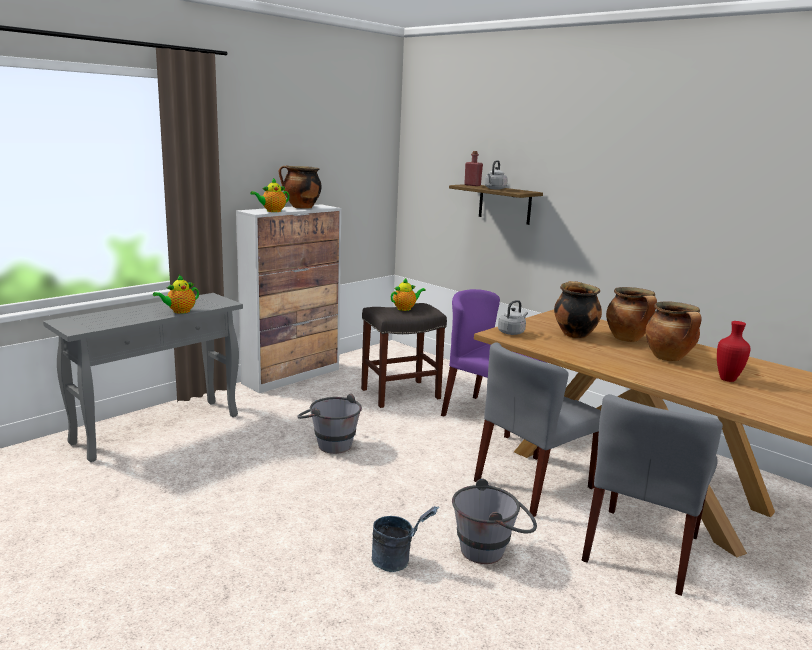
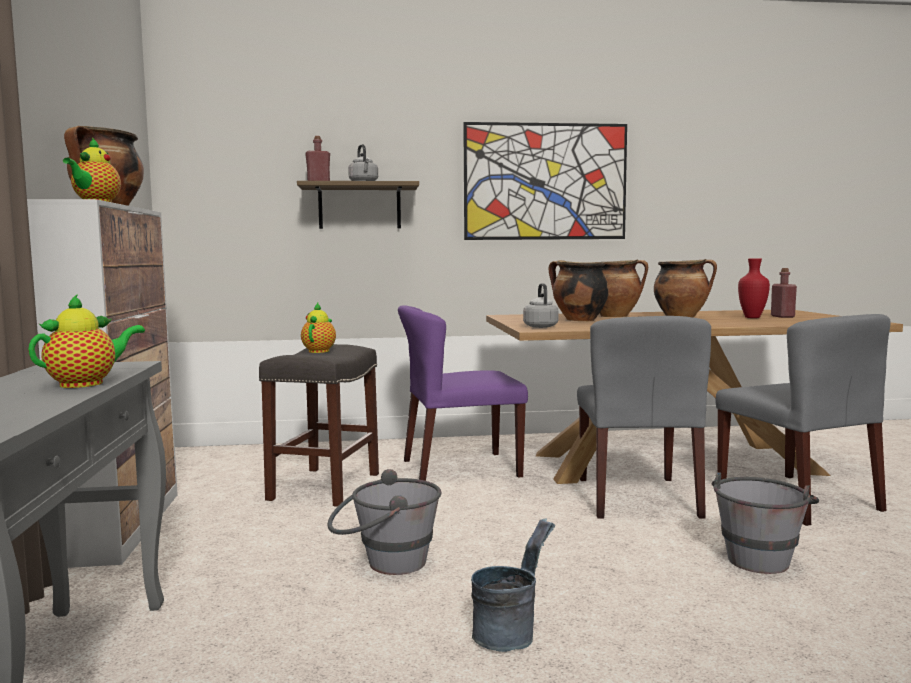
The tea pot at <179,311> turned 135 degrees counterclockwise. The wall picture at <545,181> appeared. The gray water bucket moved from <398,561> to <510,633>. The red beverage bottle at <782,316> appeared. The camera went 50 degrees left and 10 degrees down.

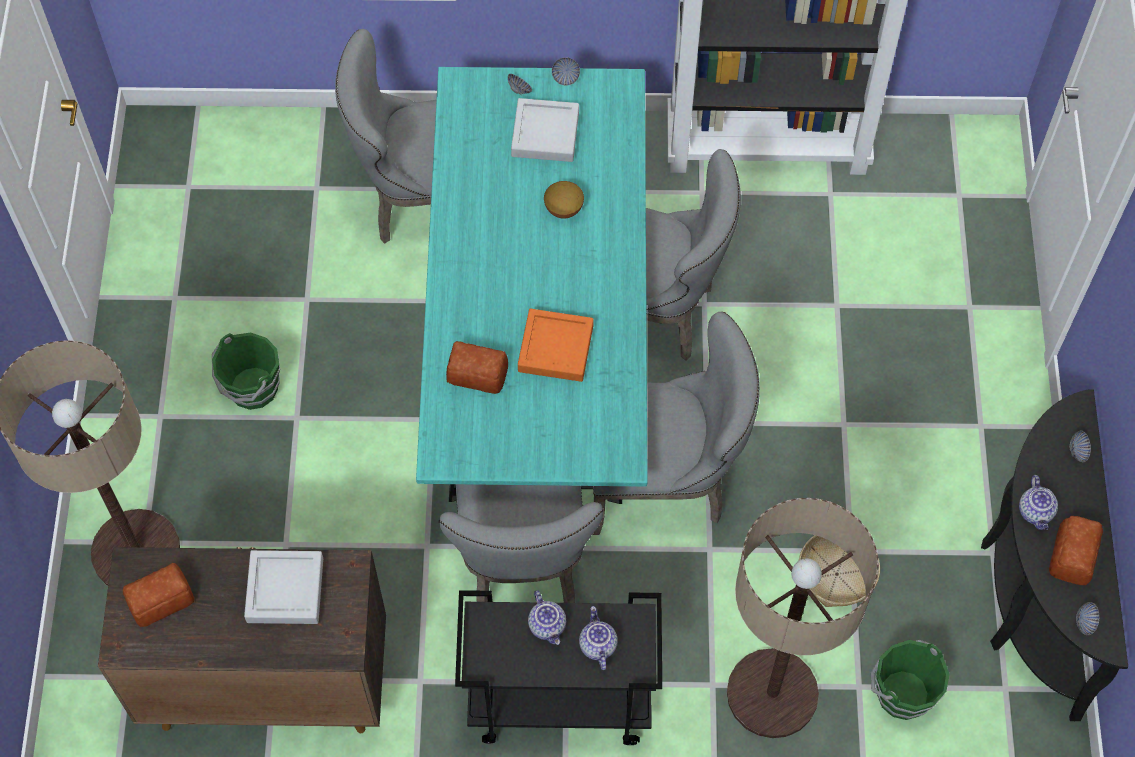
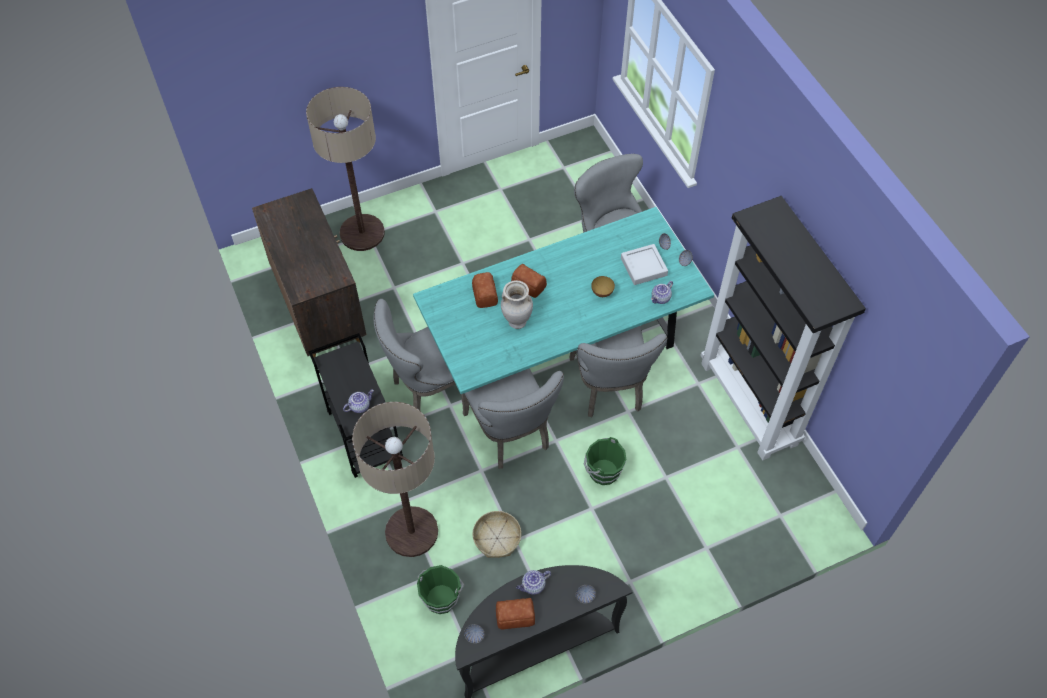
The orangey tray at <555,348> was replaced by the beige flower vase at <517,321>. The bakery bread moved from <162,599> to <529,285>. The greenish water bucket moved from <252,389> to <603,471>. The tea pot moved from <548,626> to <661,298>. The gray tray at <285,590> disappeared. The camera went 65 degrees right and 5 degrees down.

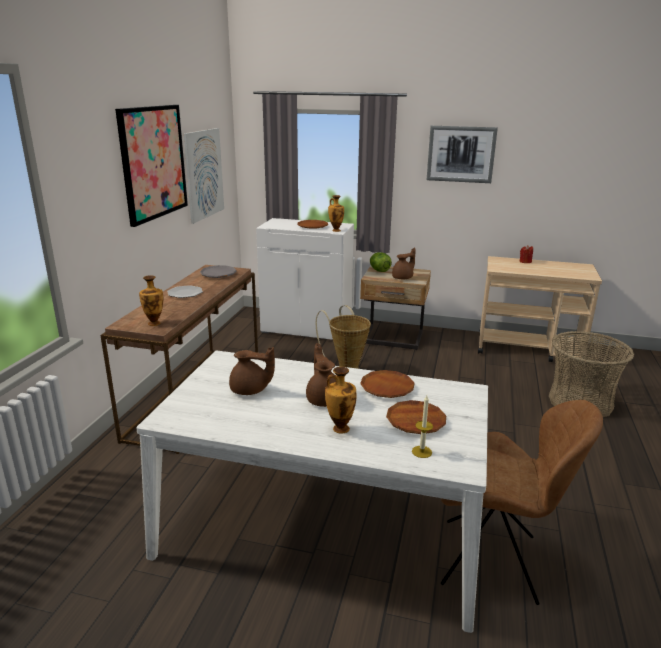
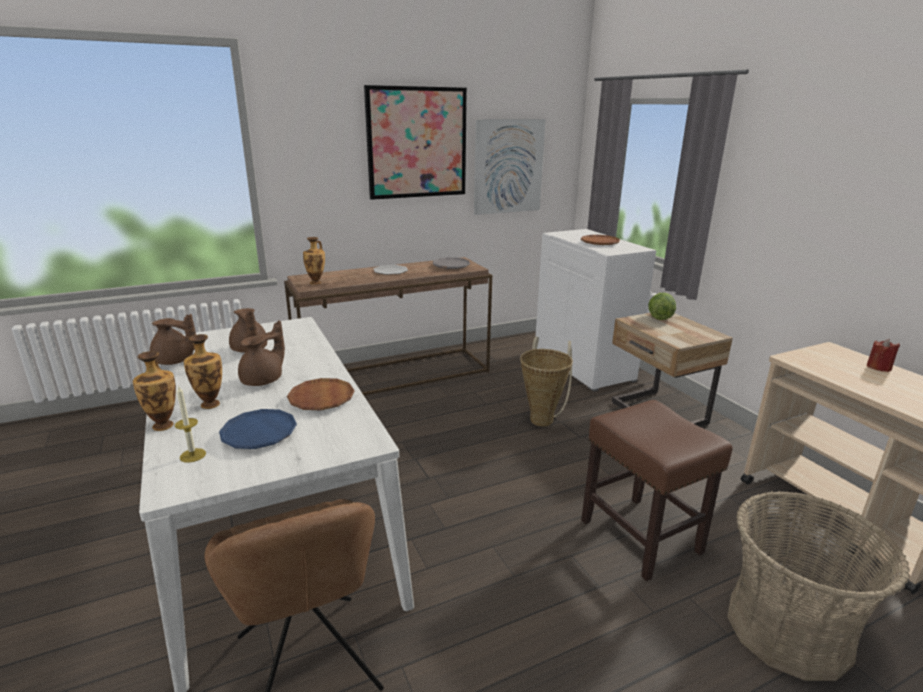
The flower vase moved from <336,230> to <163,425>. The brown tea pot moved from <403,278> to <175,361>. The brown flat dish at <415,421> became the blue flat dish at <259,433>. The brown stool at <642,537> appeared. The wall picture at <461,154> disappeared. The camera went 50 degrees right and 0 degrees up.

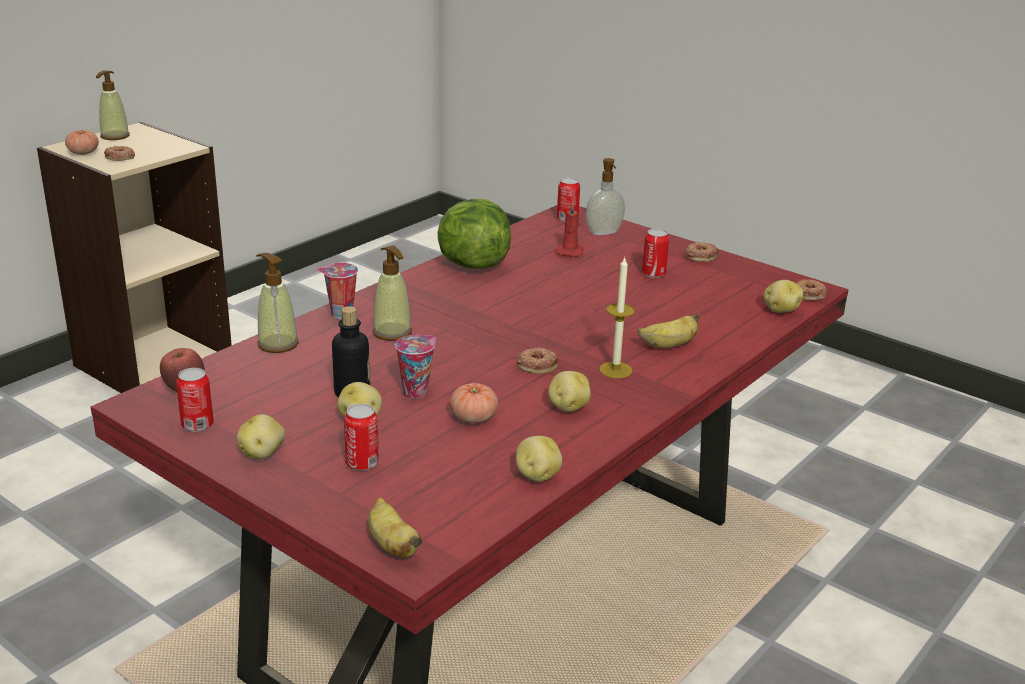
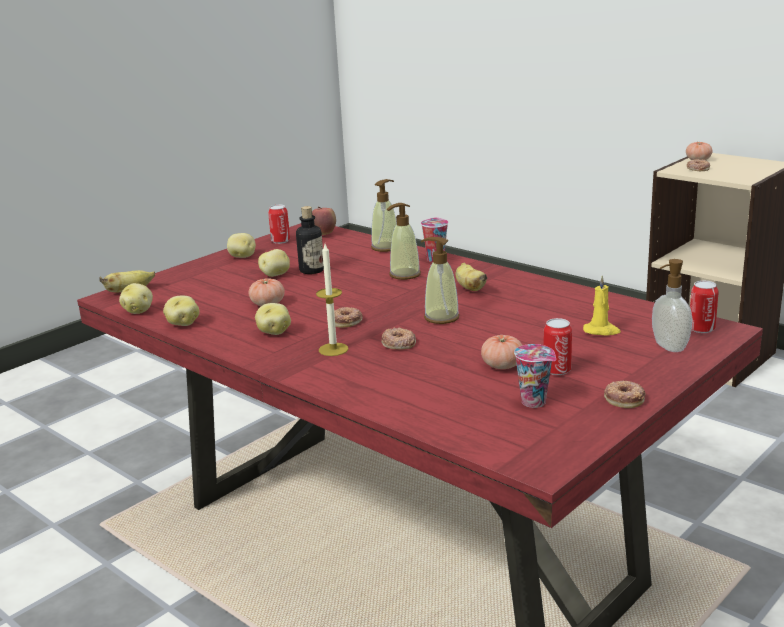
The potato moved from <780,310> to <138,311>. The donut moved from <809,294> to <398,343>. The liquid soap bottle moved from <115,136> to <441,317>. The banana moved from <668,346> to <469,288>. The whole tomato at <502,365> appeared. The cup moved from <416,392> to <535,402>. The red candle at <570,252> became the yellowish candle at <601,331>. The metal can at <362,463> disappeared. The lettuce head at <472,264> disappeared. The camera went 95 degrees right and 5 degrees down.

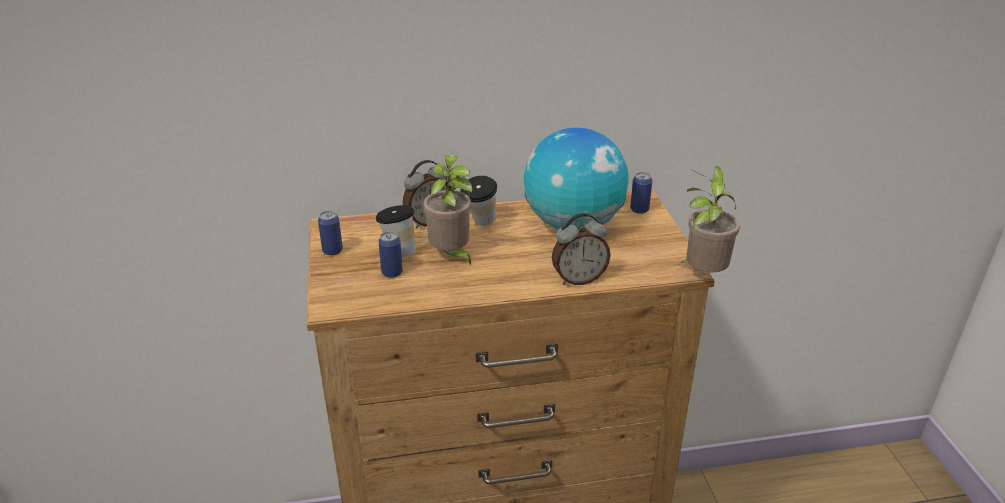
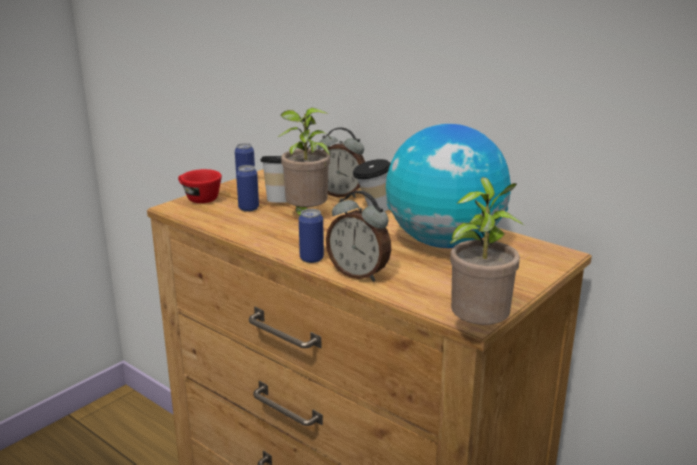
The red cup at <198,198> appeared. The metal can moved from <639,210> to <311,258>. The camera went 50 degrees right and 10 degrees down.

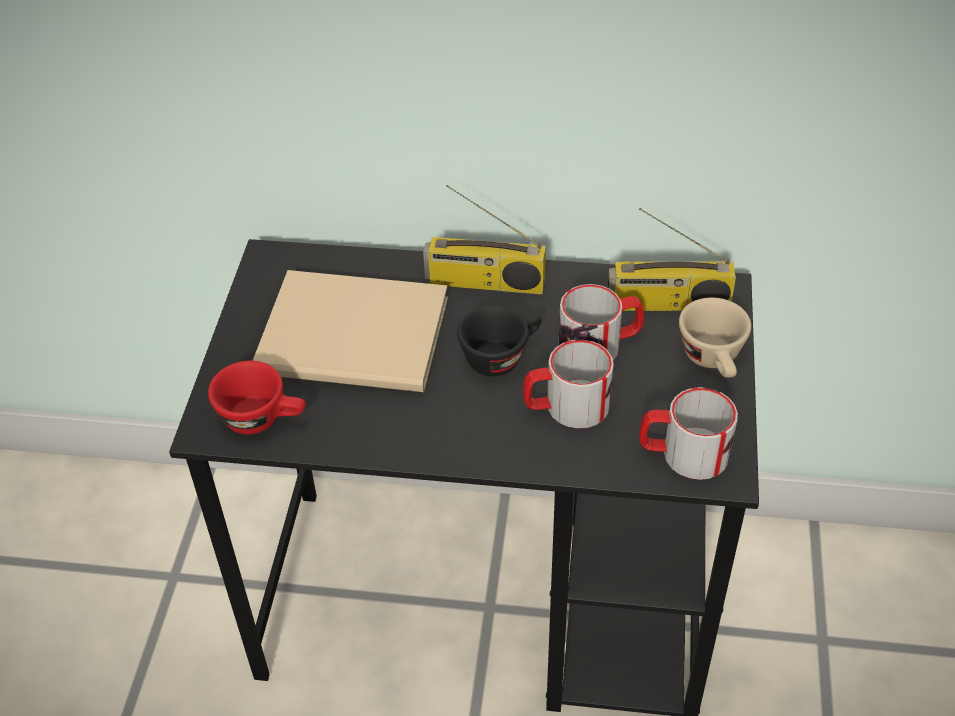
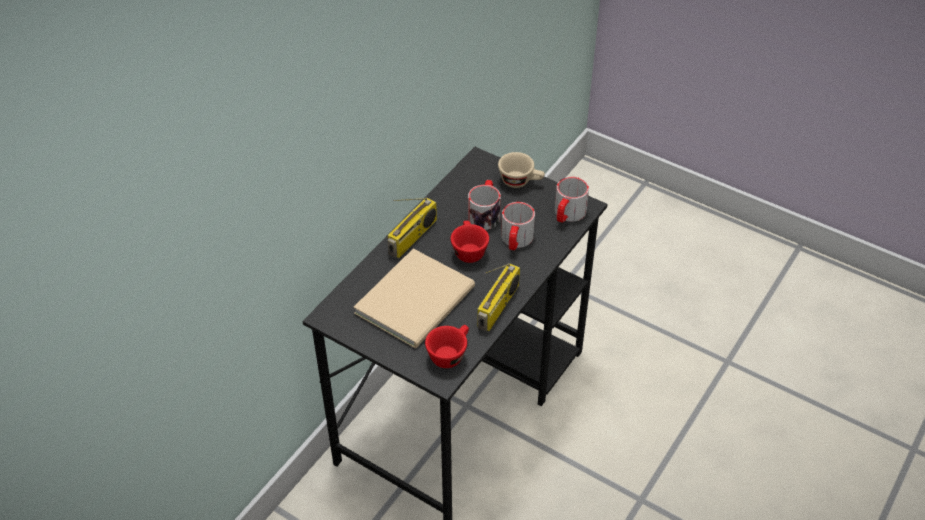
The black cup at <501,356> became the red cup at <468,250>. The radio receiver moved from <667,304> to <498,307>. The camera went 65 degrees left and 0 degrees up.

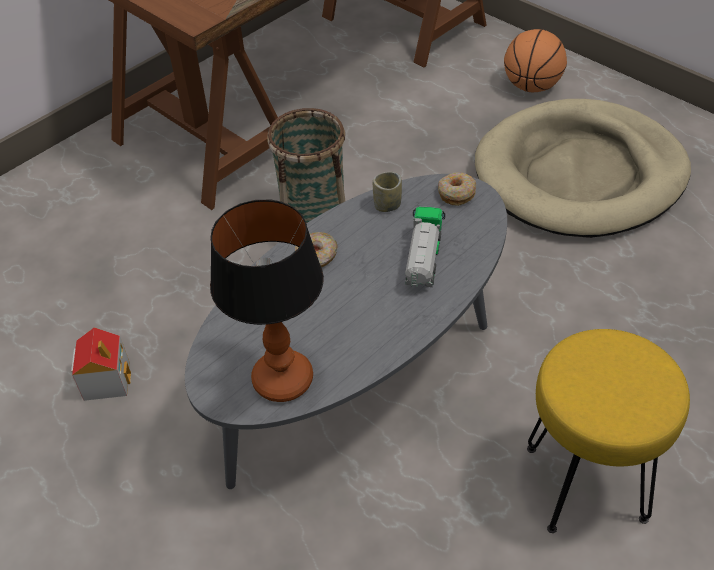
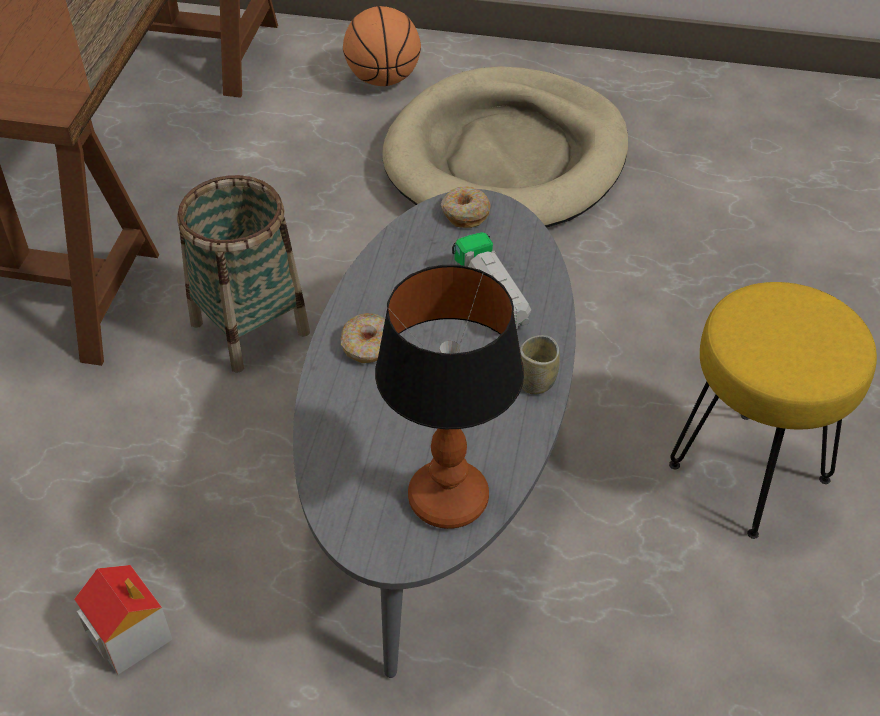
The cup moved from <387,205> to <536,382>. The camera went 35 degrees left and 0 degrees up.

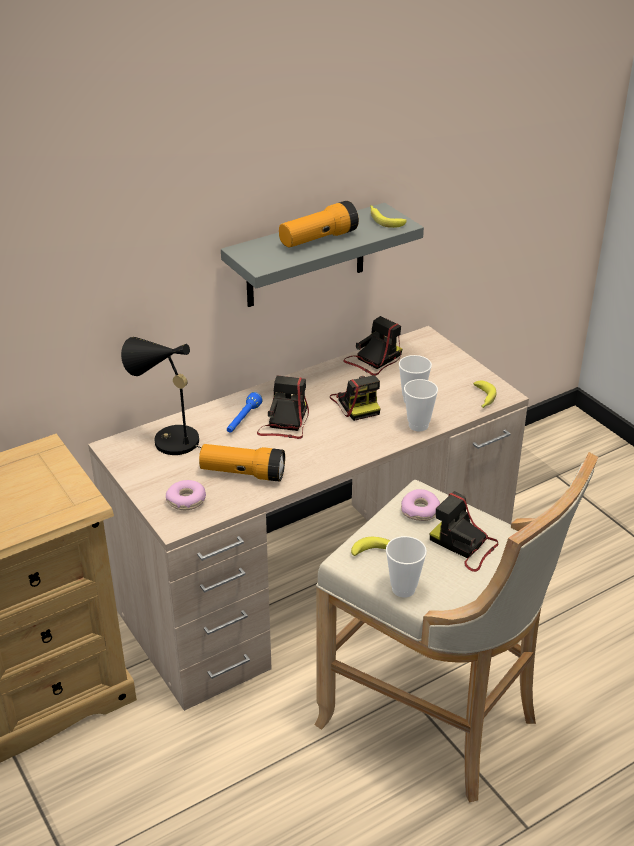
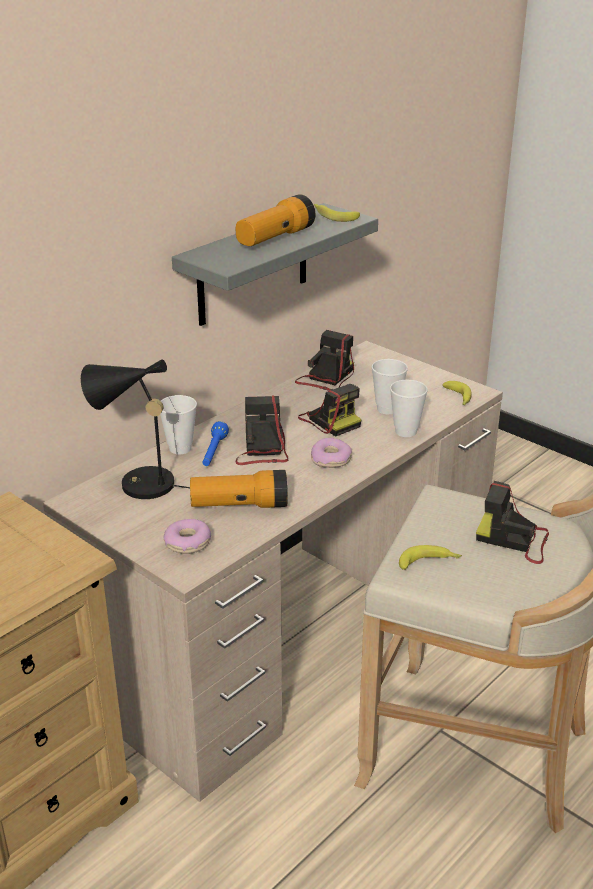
The cup moved from <403,589> to <180,448>. The donut moved from <420,511> to <331,459>. The camera went 15 degrees left and 5 degrees down.

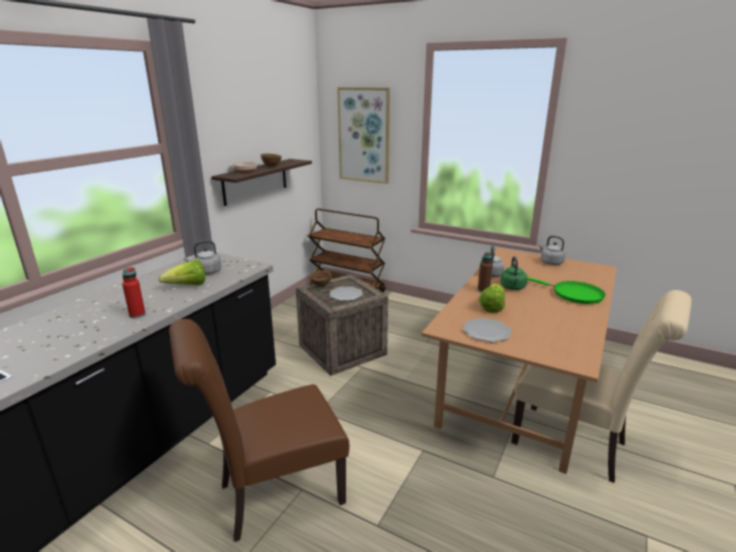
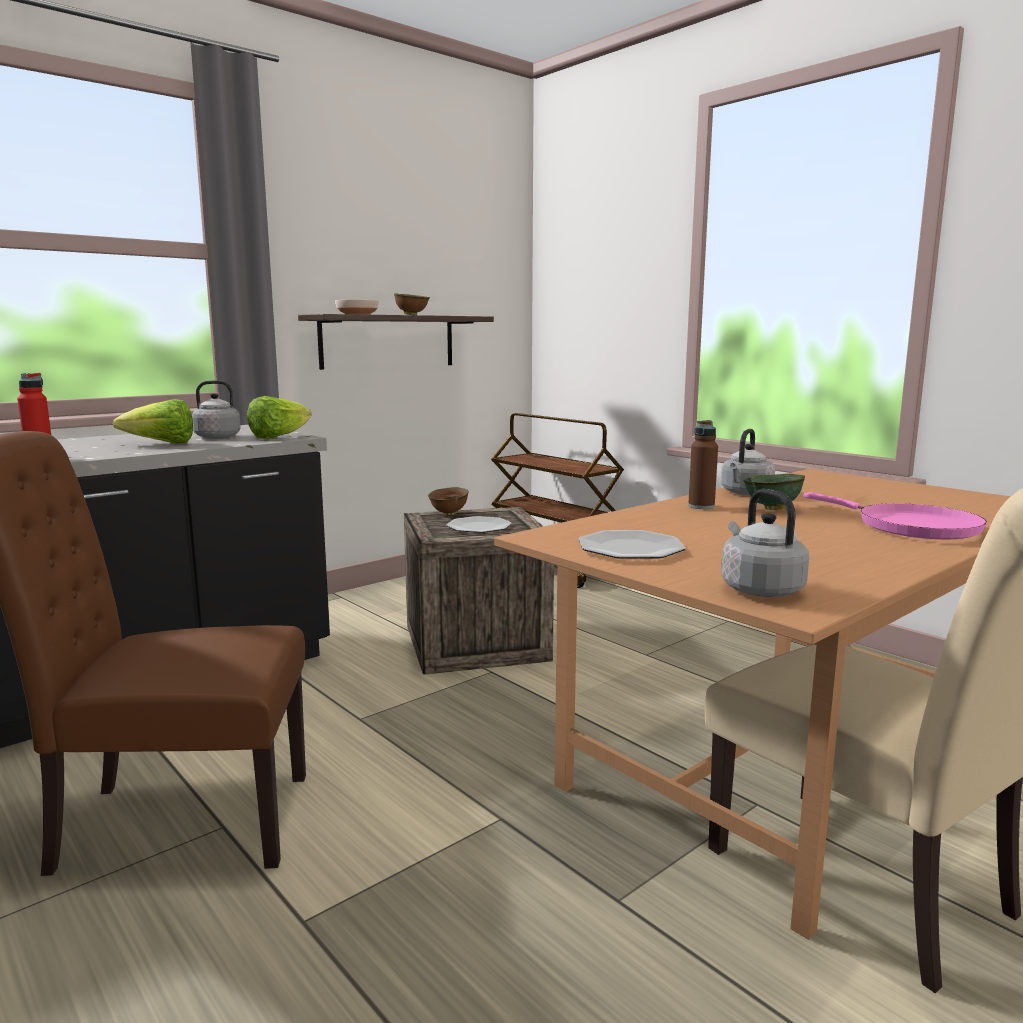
The lettuce head moved from <491,307> to <279,437>. The gray tea kettle moved from <550,262> to <759,589>. The greenish tea kettle at <513,288> was replaced by the greenish serving bowl at <772,509>. The greenish pan at <573,294> became the pinkish pan at <910,527>. The wall picture at <364,135> disappeared. The camera went 20 degrees right and 10 degrees down.

